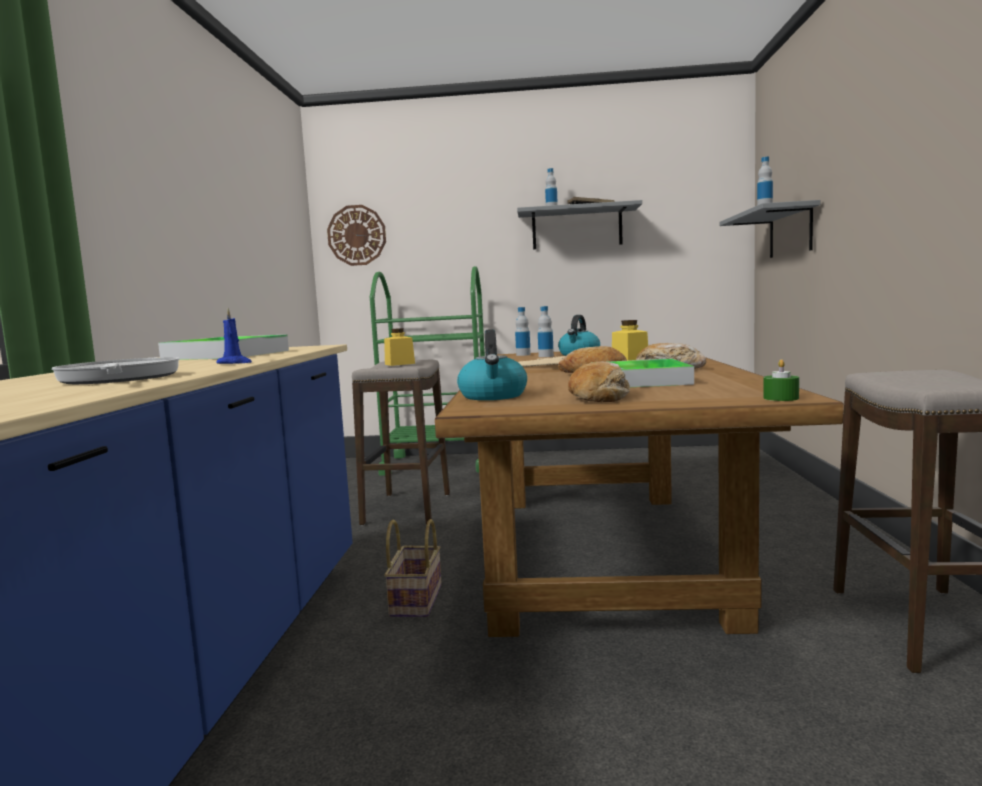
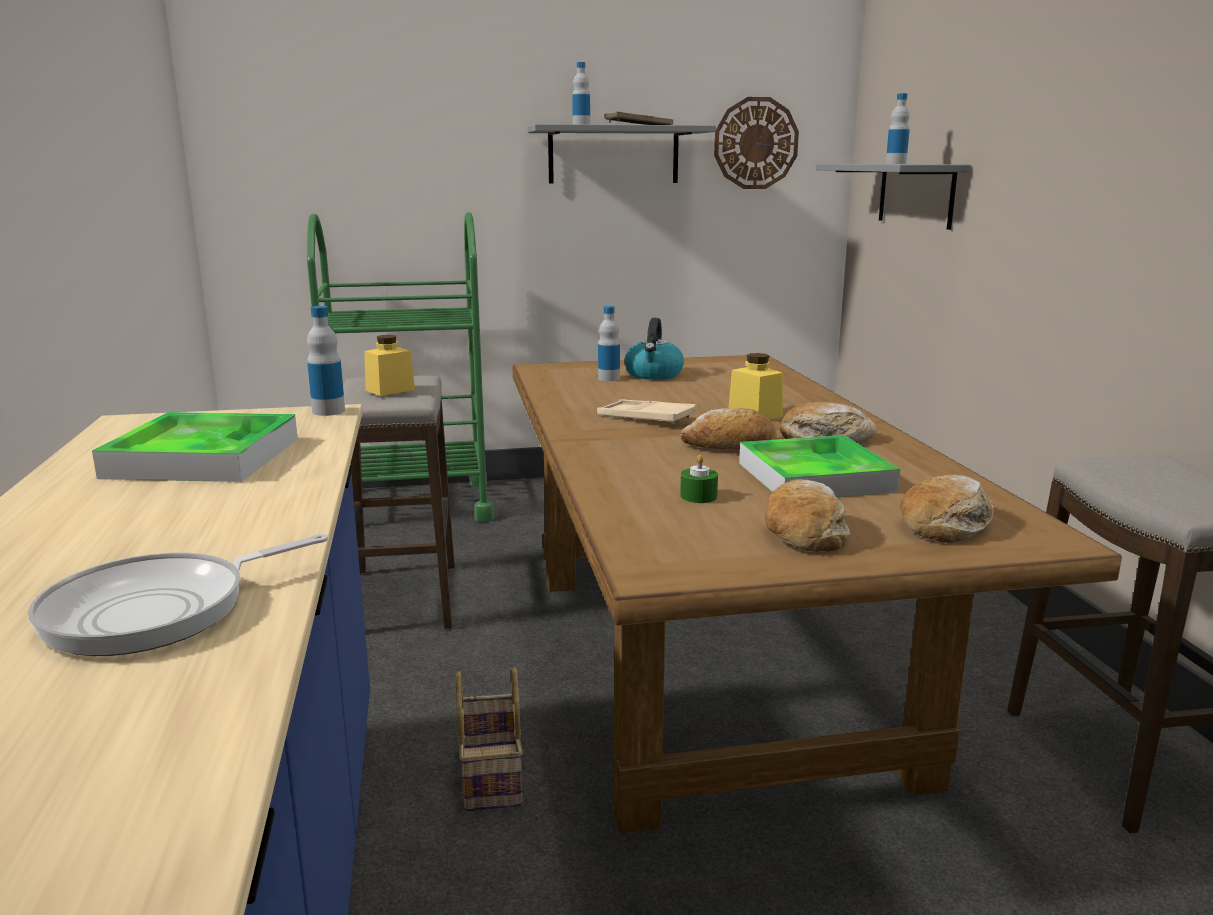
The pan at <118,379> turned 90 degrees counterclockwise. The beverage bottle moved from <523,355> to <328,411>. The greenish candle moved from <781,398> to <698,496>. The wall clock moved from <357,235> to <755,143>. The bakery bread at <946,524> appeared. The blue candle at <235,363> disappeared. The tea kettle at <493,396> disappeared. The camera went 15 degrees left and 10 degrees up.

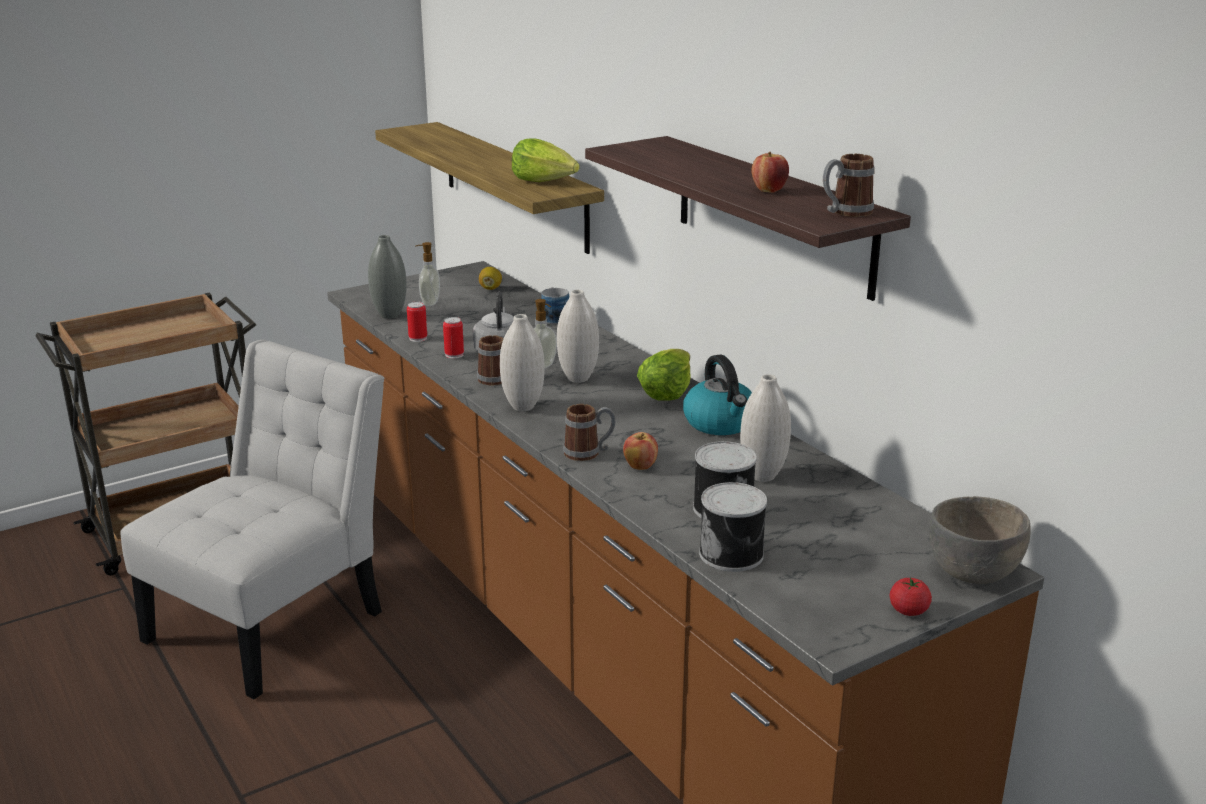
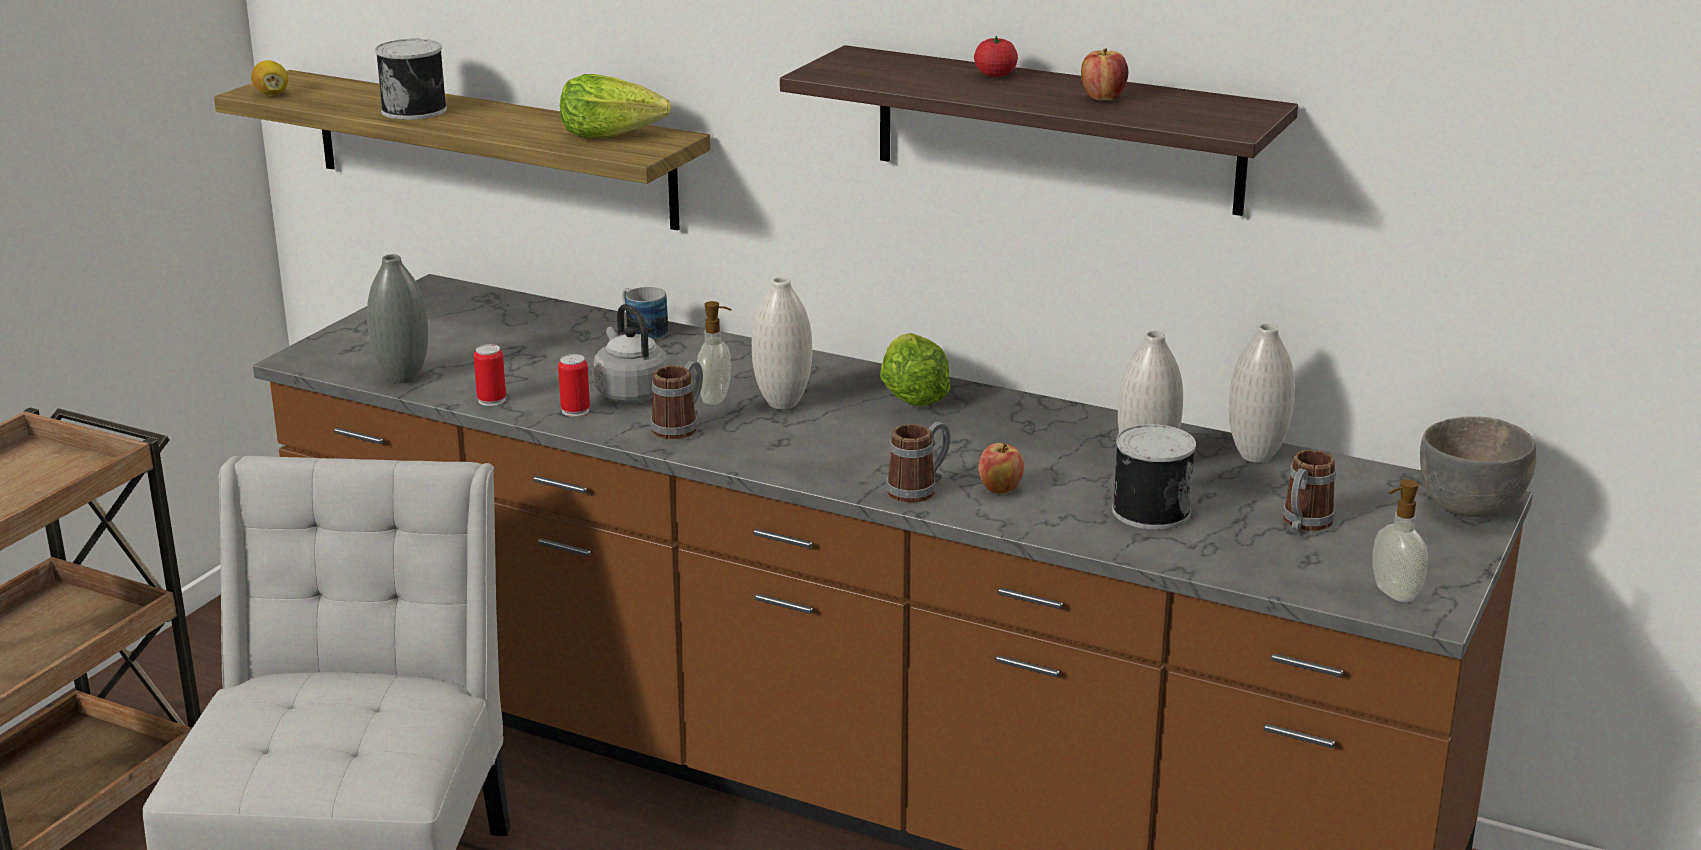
The lemon moved from <490,288> to <272,94>. The metal can moved from <733,554> to <415,110>. The whole tomato moved from <908,611> to <995,75>. The white-coloured flower vase moved from <523,407> to <1256,456>. The coffee mug moved from <845,212> to <1303,524>. The liquid soap bottle moved from <429,303> to <1393,594>. The tea kettle at <720,423> disappeared. The camera went 30 degrees left and 0 degrees up.

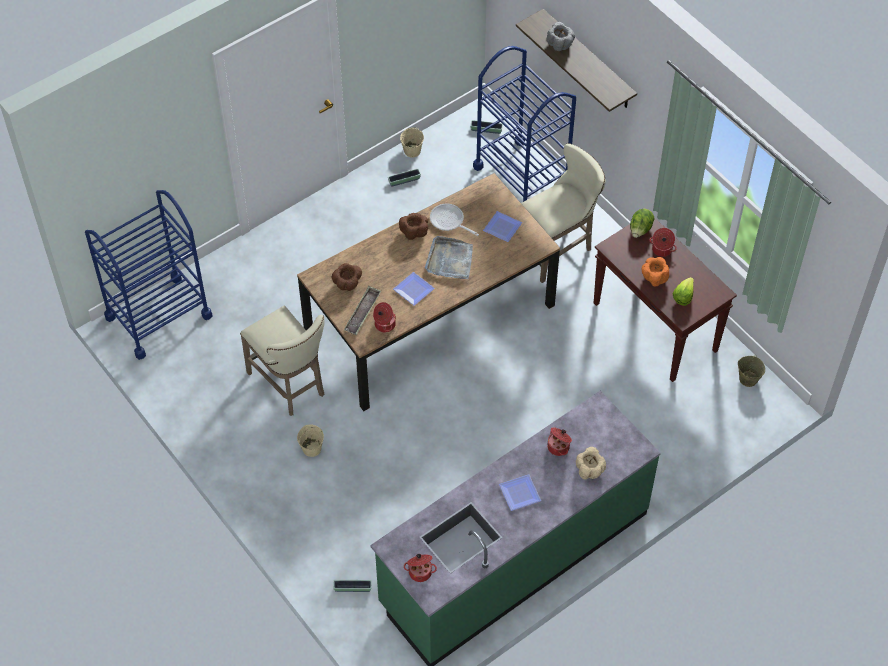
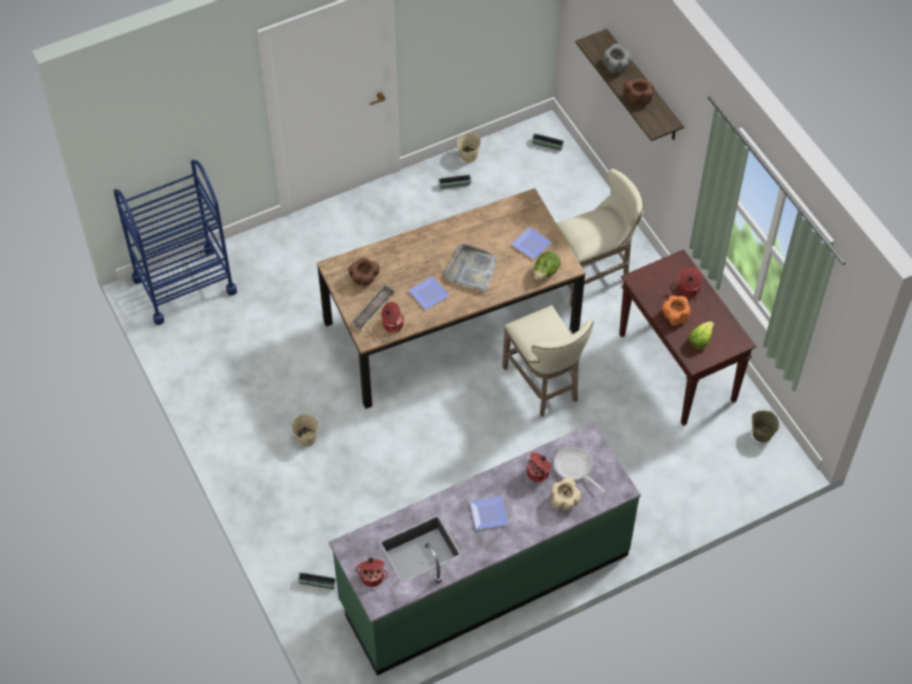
The beige stool moved from <289,386> to <544,386>. The lettuce head moved from <640,230> to <545,273>. The pan moved from <449,221> to <575,469>. The brown serving bowl moved from <414,232> to <638,98>. The blue cart at <522,177> disappeared. The camera went 10 degrees right and 0 degrees up.

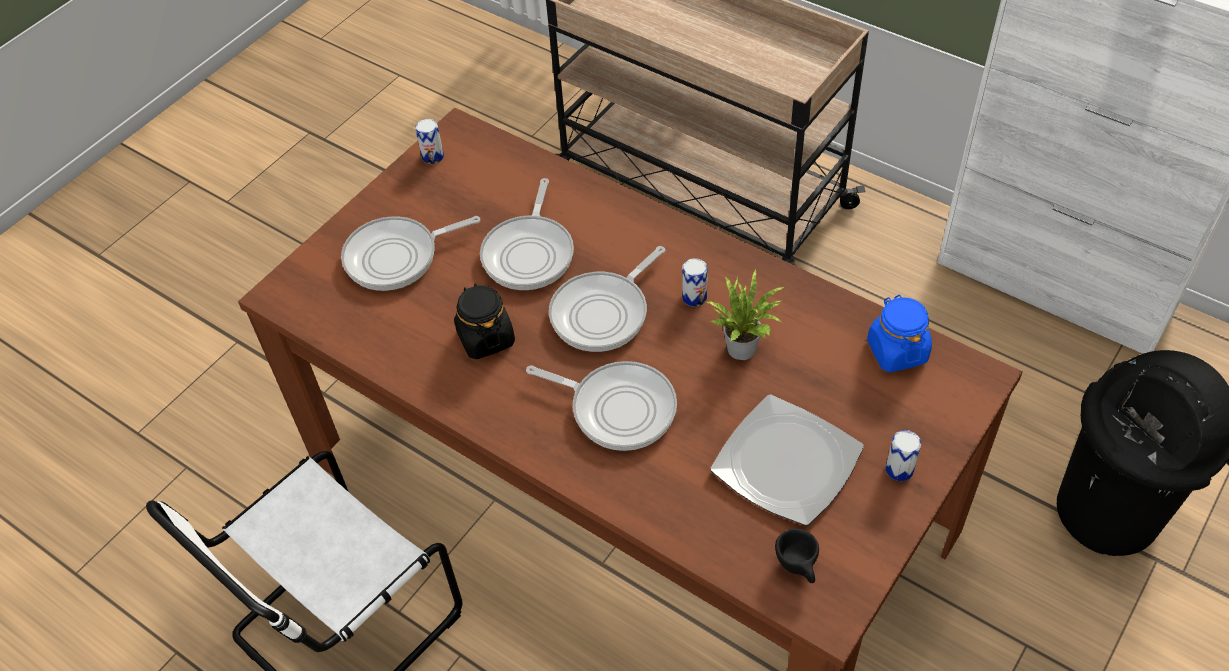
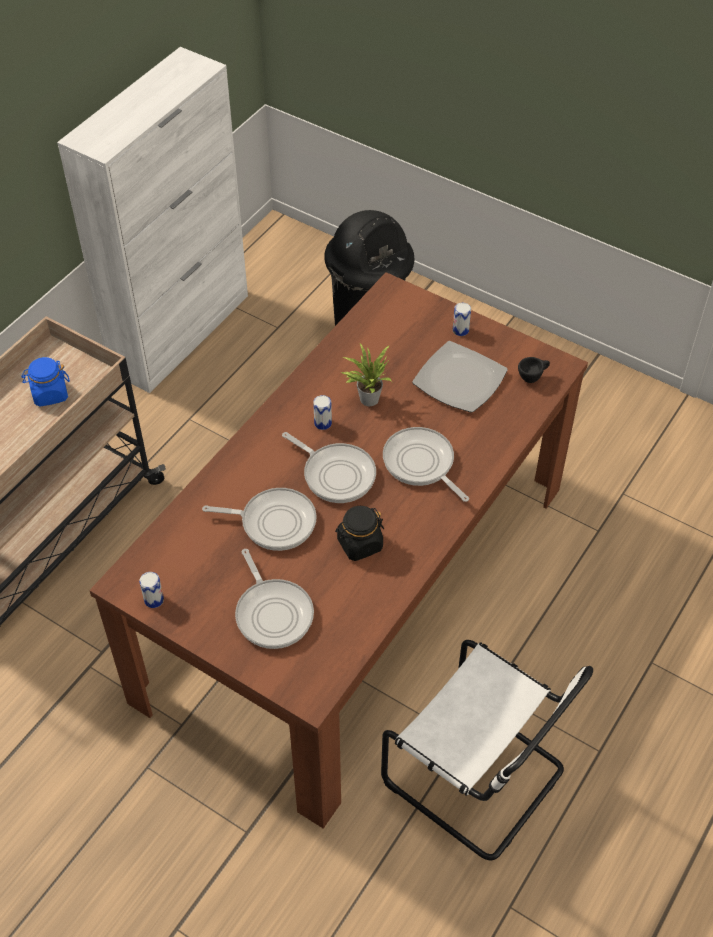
The blue jar moved from <896,351> to <50,394>. The pan at <617,408> turned 60 degrees counterclockwise. The camera went 95 degrees left and 0 degrees up.

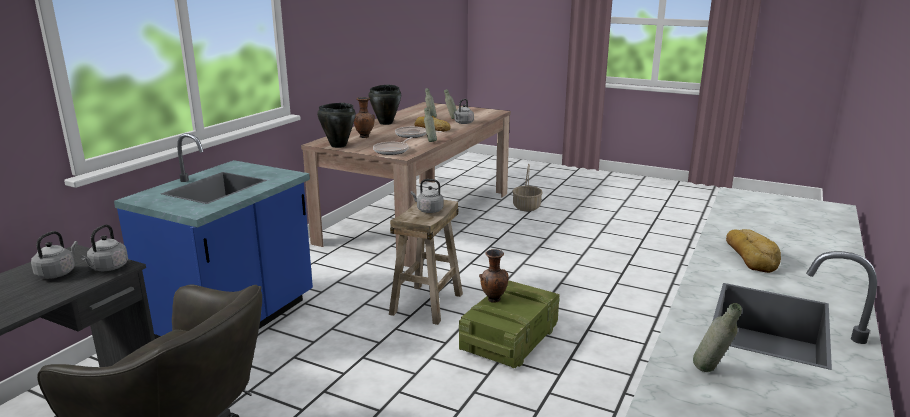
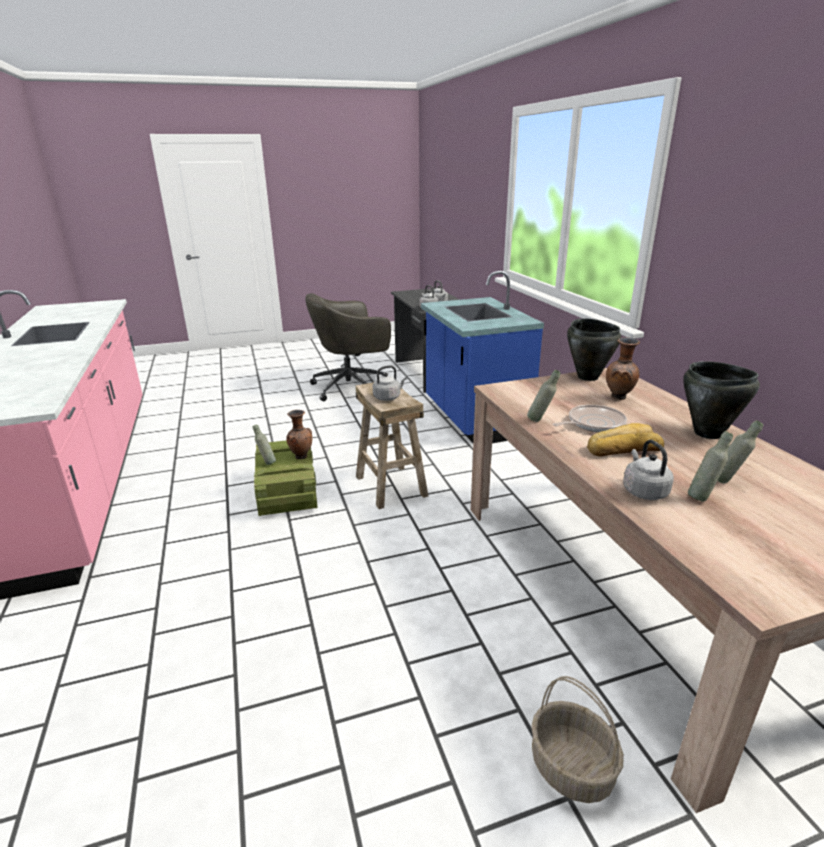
The gray beverage bottle moved from <711,373> to <266,463>. The pan at <392,151> disappeared. The bakery bread at <751,256> disappeared. The camera went 135 degrees right and 5 degrees up.

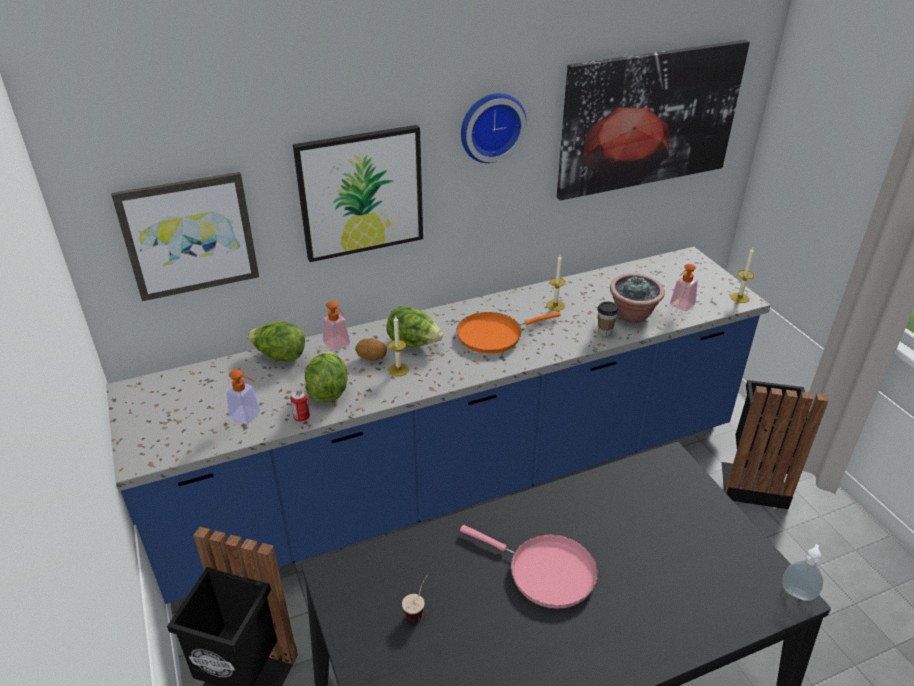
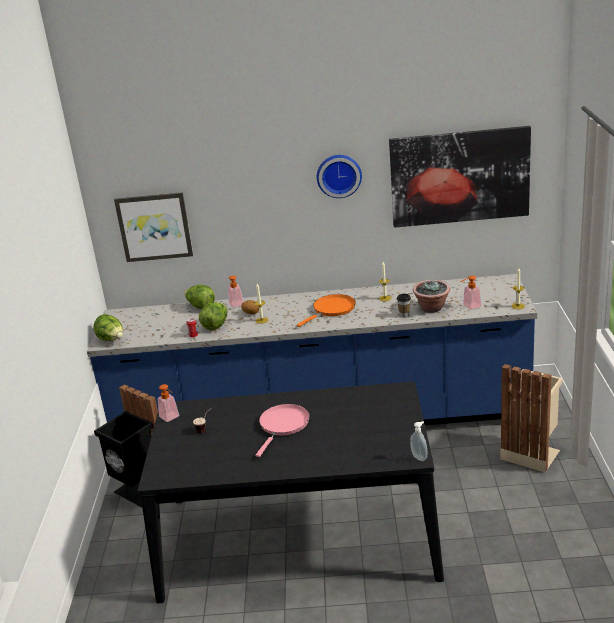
The lettuce head moved from <414,343> to <112,340>. The liquid soap bottle moved from <249,416> to <171,418>. The pinkish pan at <545,572> turned 120 degrees counterclockwise. The orangey pan at <493,335> turned 135 degrees clockwise. The black waste bin at <753,482> became the beige waste bin at <531,453>. The wall picture at <361,193> disappeared. The camera went 25 degrees right and 10 degrees down.

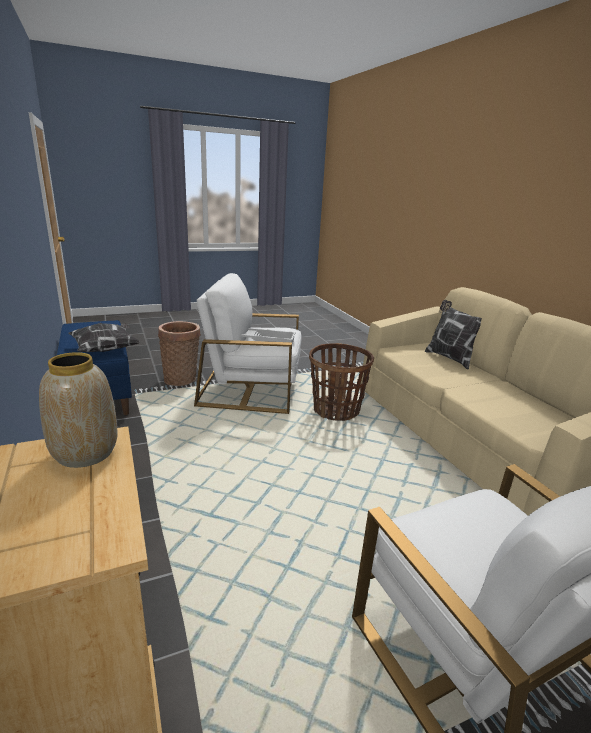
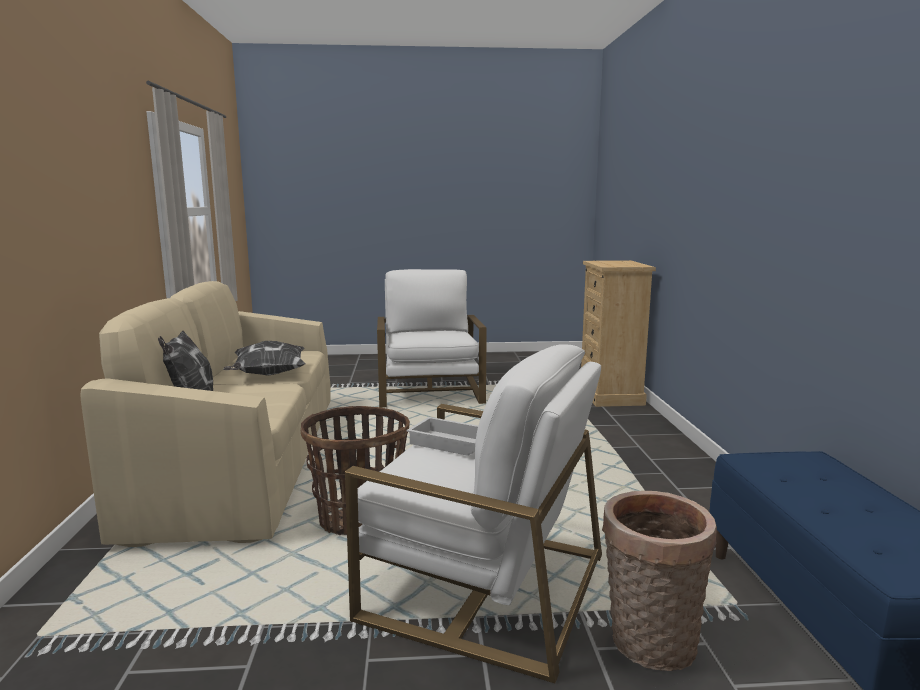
The throw pillow moved from <106,350> to <268,375>. The flower vase at <86,452> disappeared. The camera went 160 degrees left and 10 degrees down.

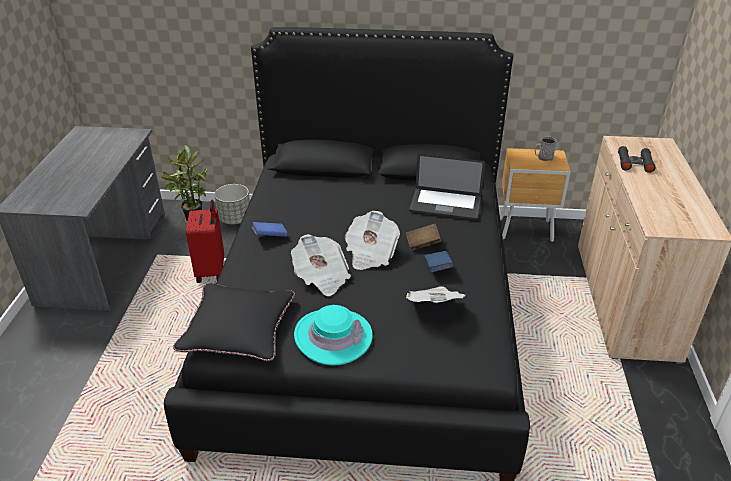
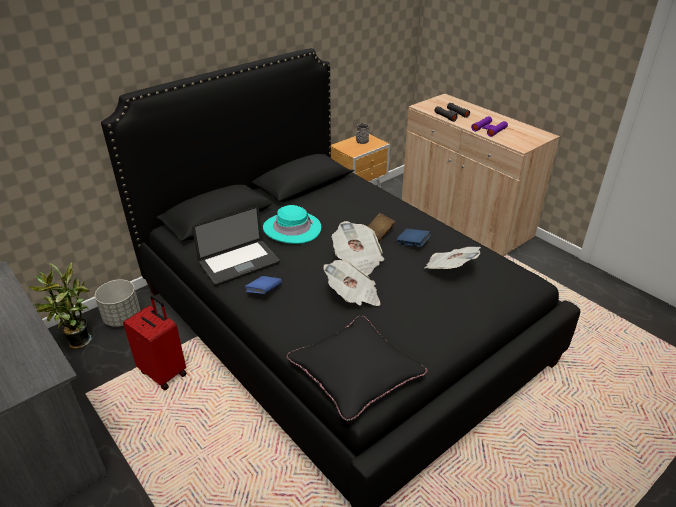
The portable computer moved from <445,205> to <239,263>. The blue-green wearable hat moved from <333,336> to <292,228>. The purple binoculars at <489,129> appeared. The camera went 45 degrees left and 0 degrees up.

